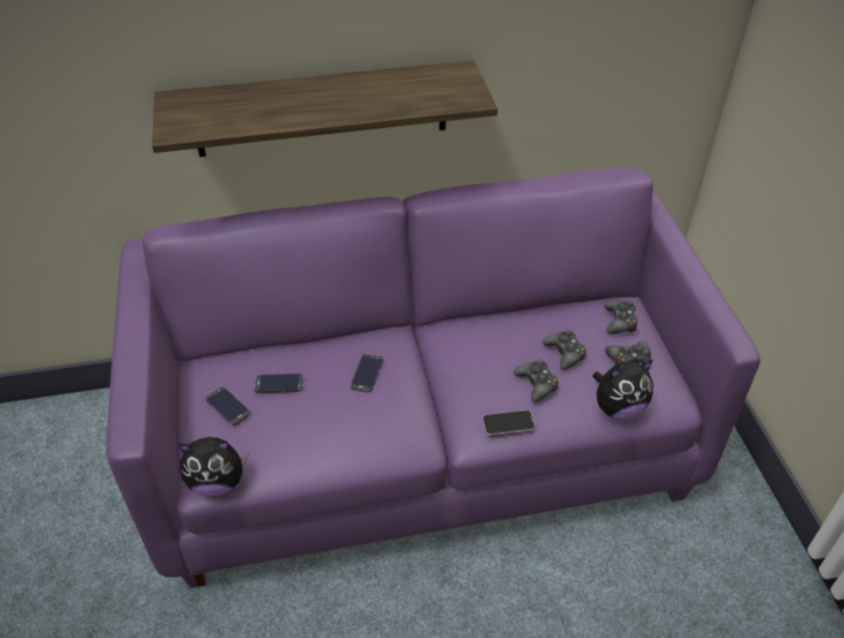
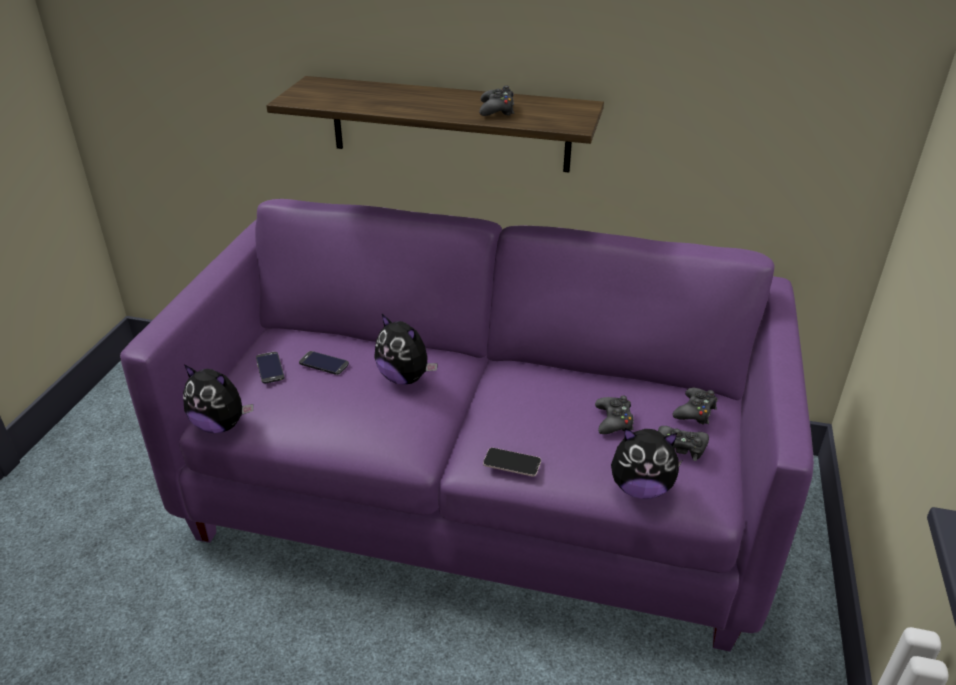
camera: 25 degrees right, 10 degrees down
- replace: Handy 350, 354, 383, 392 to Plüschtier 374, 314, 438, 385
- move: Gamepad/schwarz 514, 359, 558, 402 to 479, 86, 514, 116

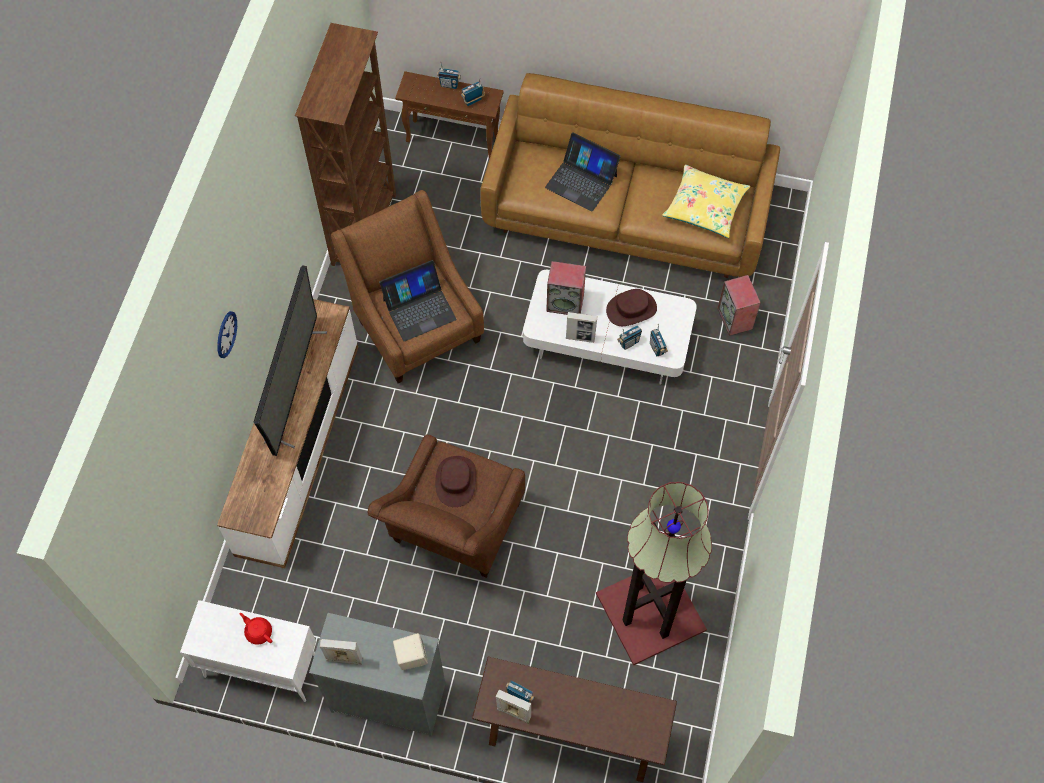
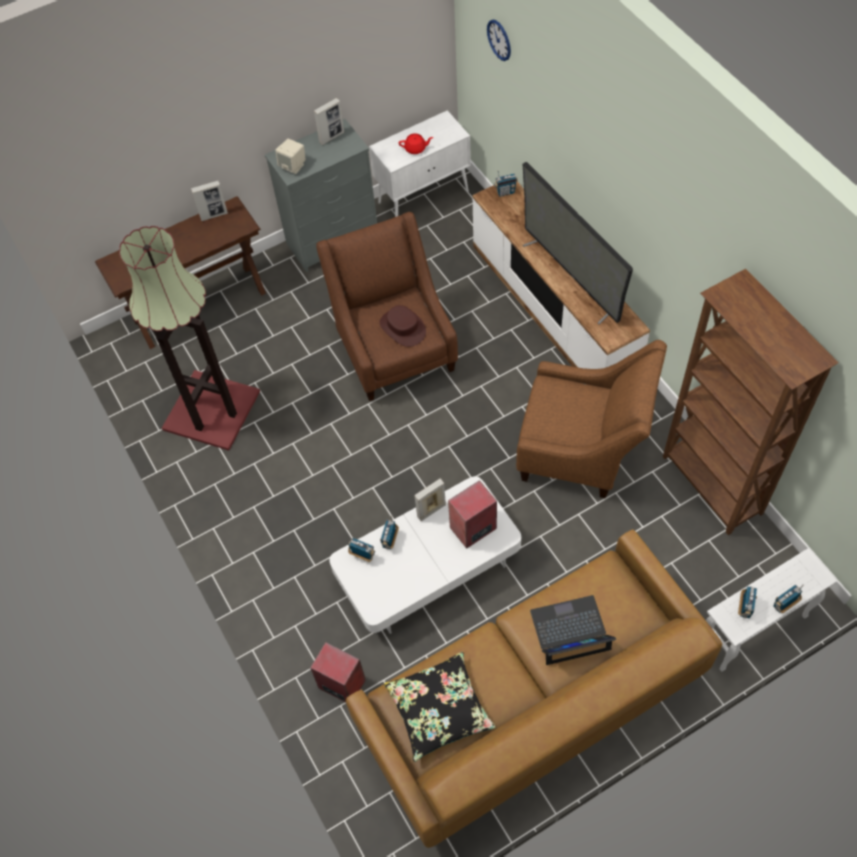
camera: 140 degrees right, 5 degrees down
- recolor: Beistelltisch/braun 395, 71, 504, 158 to Beistelltisch/weiß 706, 548, 837, 672
- recolor: Kissen/gelb 662, 165, 750, 238 to Kissen/schwarz 384, 652, 495, 762
- delete: Laptop 379, 260, 457, 341
- delete: Hut/braun 606, 289, 657, 326
- move: Wanduhr 217, 311, 237, 358 to 487, 20, 511, 61
- move: Radio 505, 680, 534, 703 to 494, 170, 518, 197

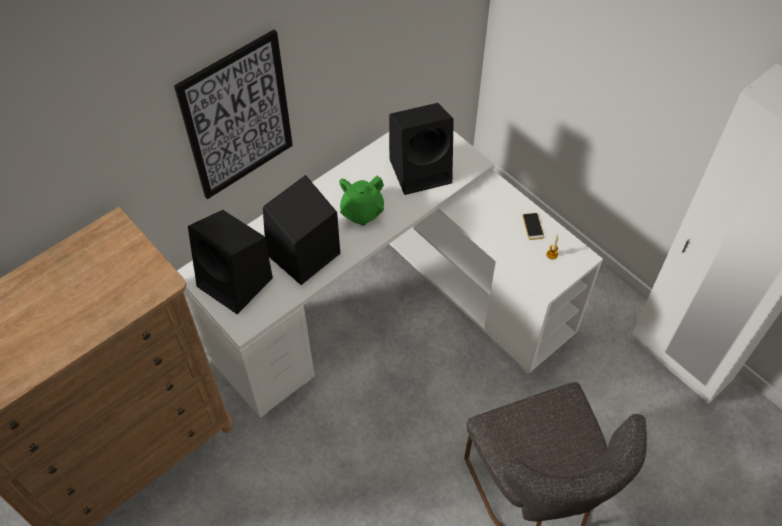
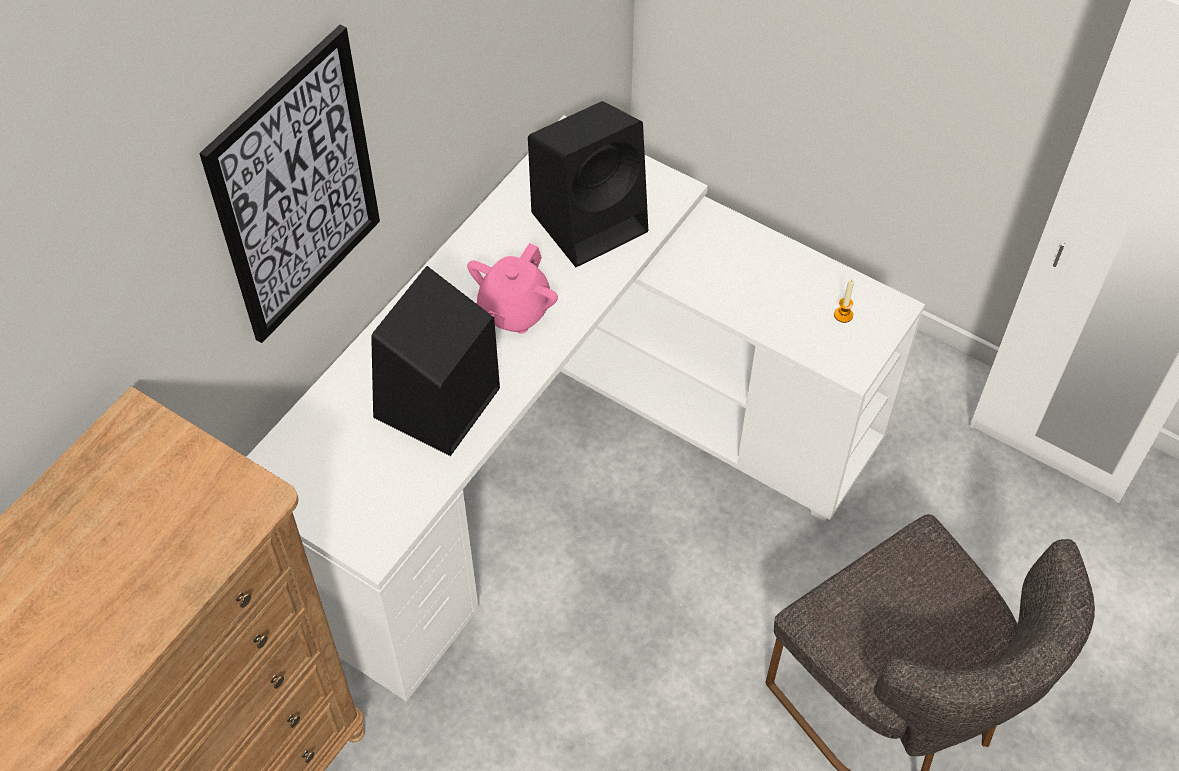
camera: 15 degrees left, 0 degrees up
- recolor: Teekanne/grün 339, 175, 384, 226 to Teekanne/rosa 467, 243, 558, 334
- delete: Lautsprecher/schwarz 188, 210, 273, 314
- delete: Handy 522, 213, 544, 240

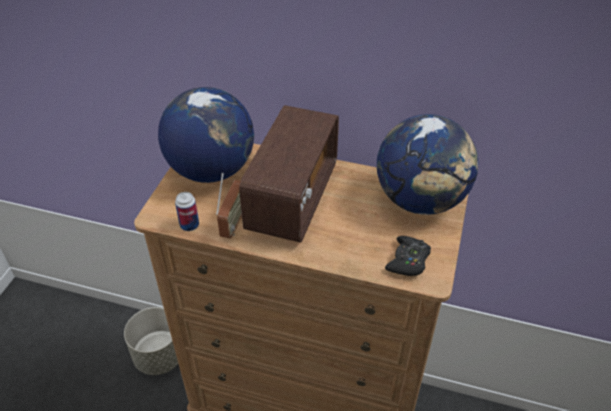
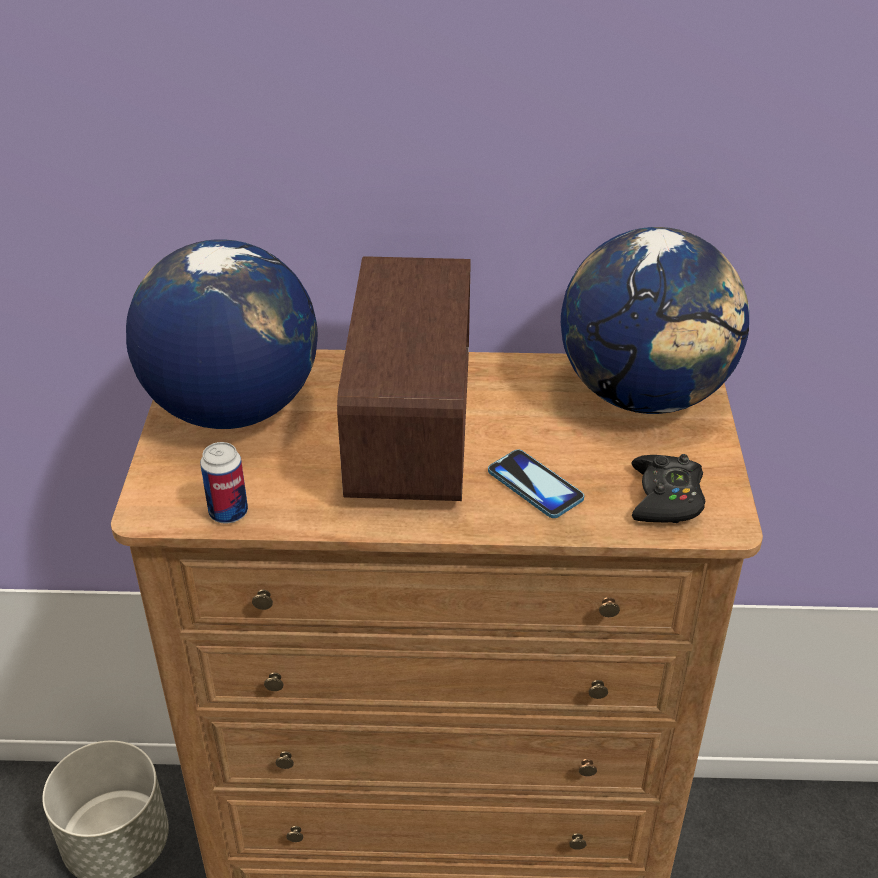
camera: 15 degrees left, 5 degrees down
- delete: Radio 216, 173, 242, 238
- insert: Handy 488, 450, 584, 518

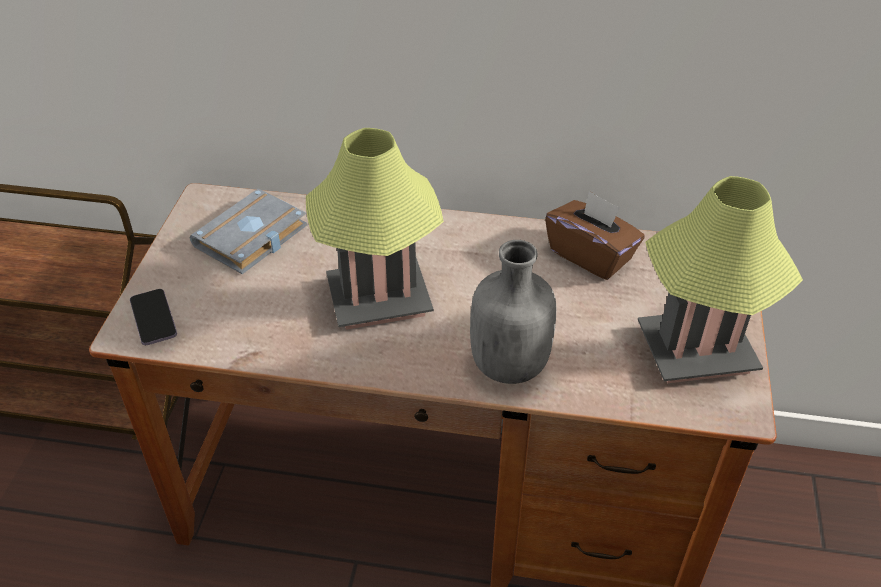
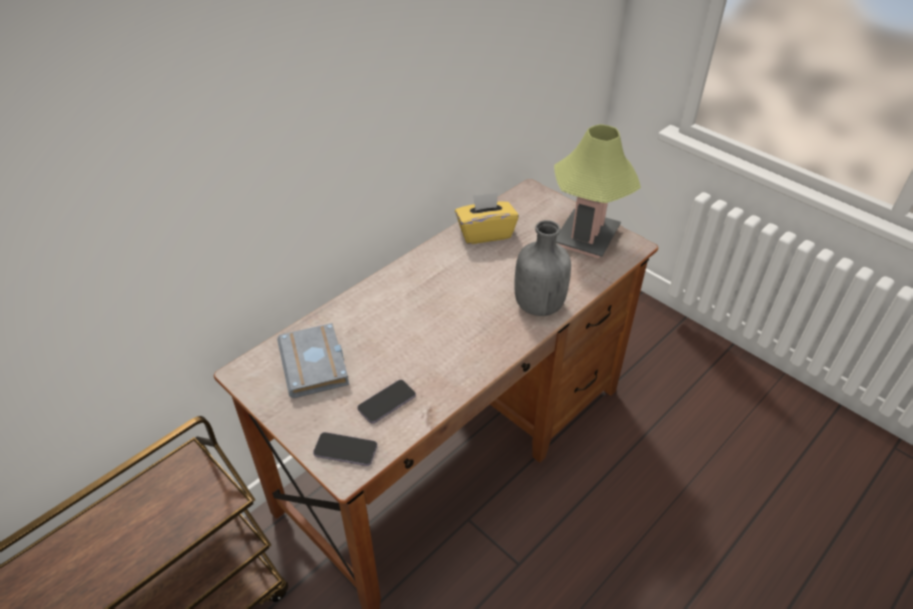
camera: 55 degrees left, 0 degrees up
- delete: Tischlampe 306, 128, 444, 330
- recolor: Taschentuchbox/braun 545, 191, 645, 280 to Taschentuchbox/gelb 455, 192, 519, 244
- insert: Handy 357, 380, 416, 424

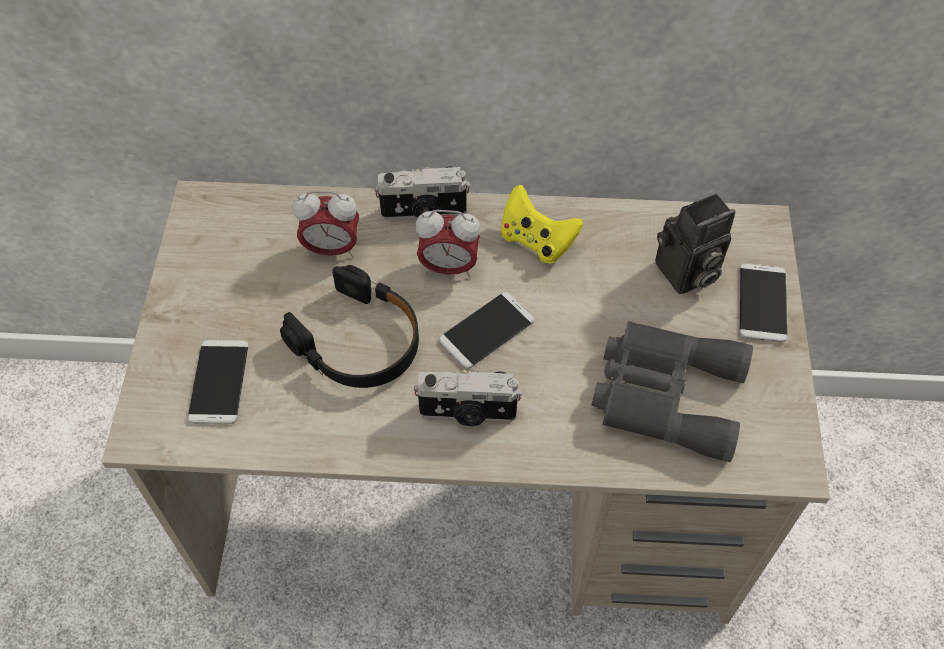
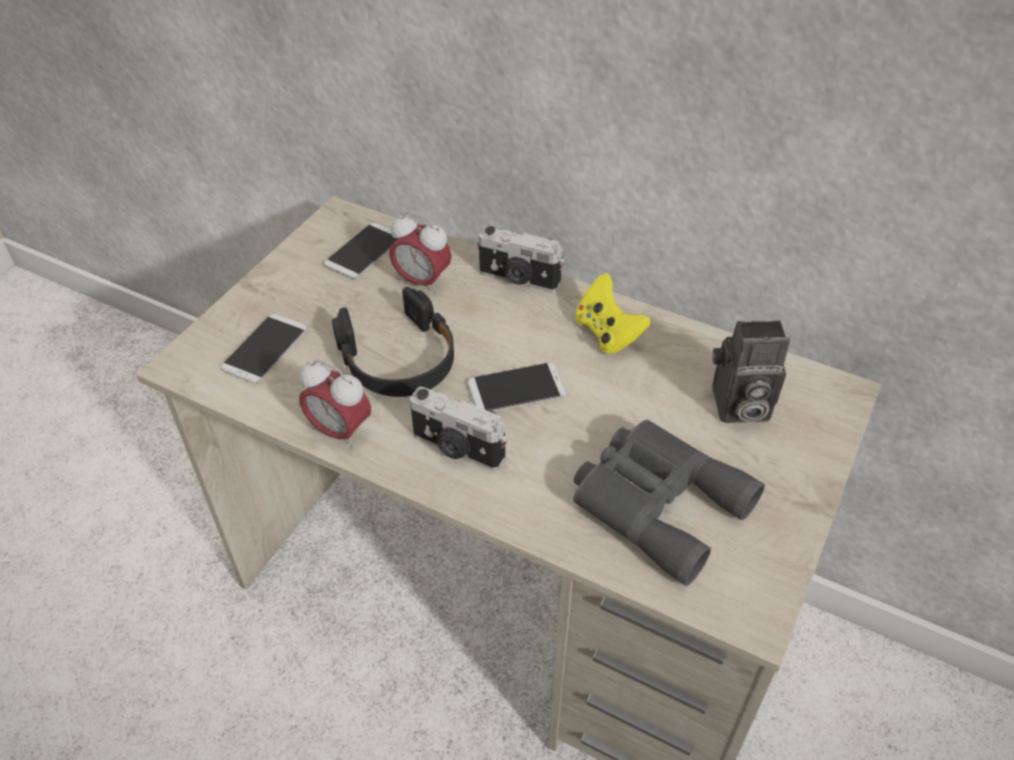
camera: 25 degrees right, 10 degrees down
- move: Wecker 415, 210, 480, 278 to 299, 359, 371, 448
- move: Handy 739, 263, 787, 342 to 324, 223, 398, 279

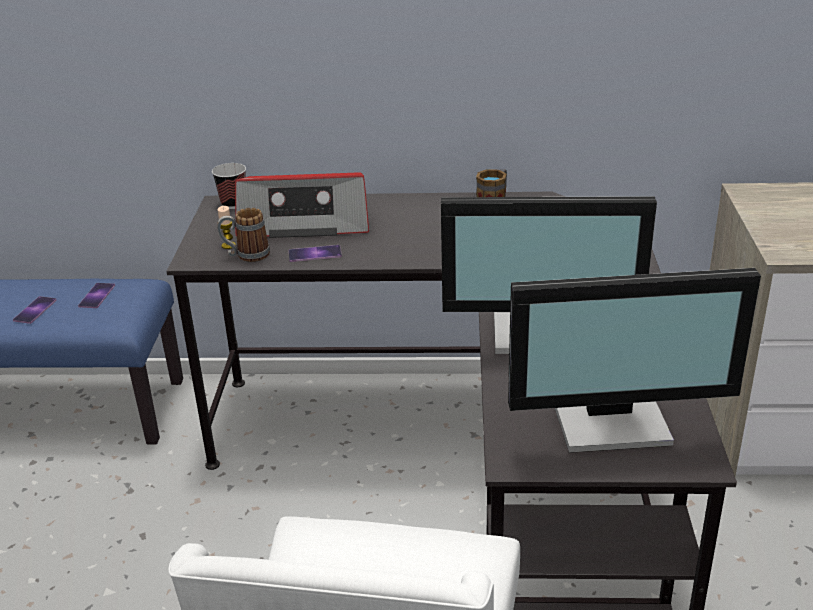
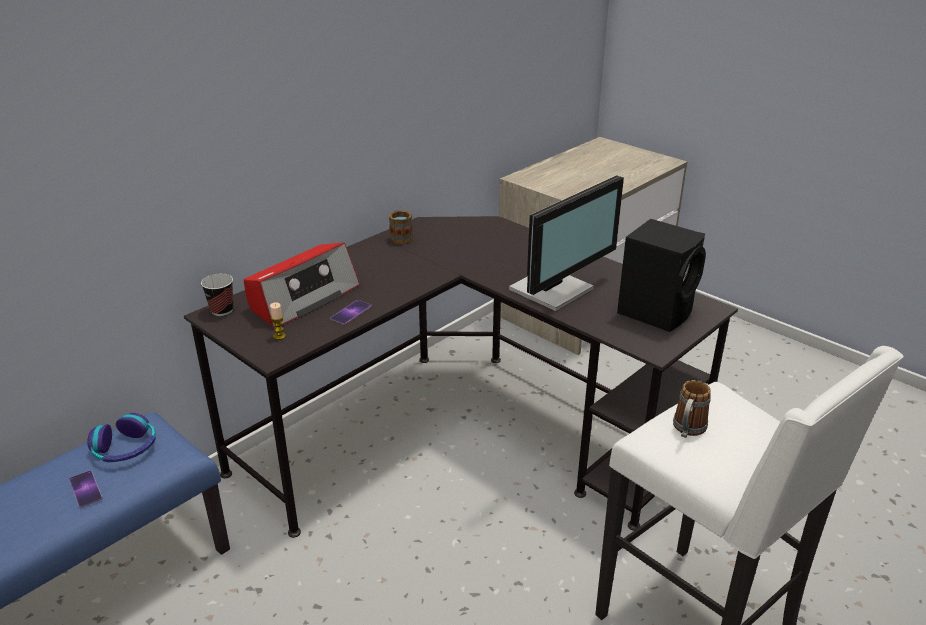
camera: 50 degrees left, 0 degrees up
- move: Henkelbecher 217, 208, 270, 262 to 673, 380, 711, 438
- replace: Monitor 508, 268, 761, 453 to Lautsprecher/schwarz 617, 219, 706, 332
- replace: Handy 78, 283, 115, 308 to Kopfhörer 87, 413, 156, 462

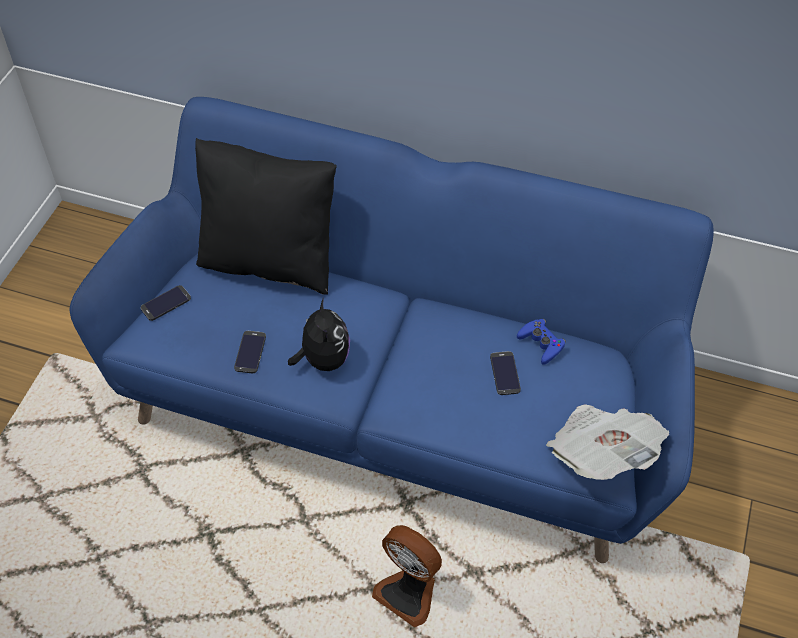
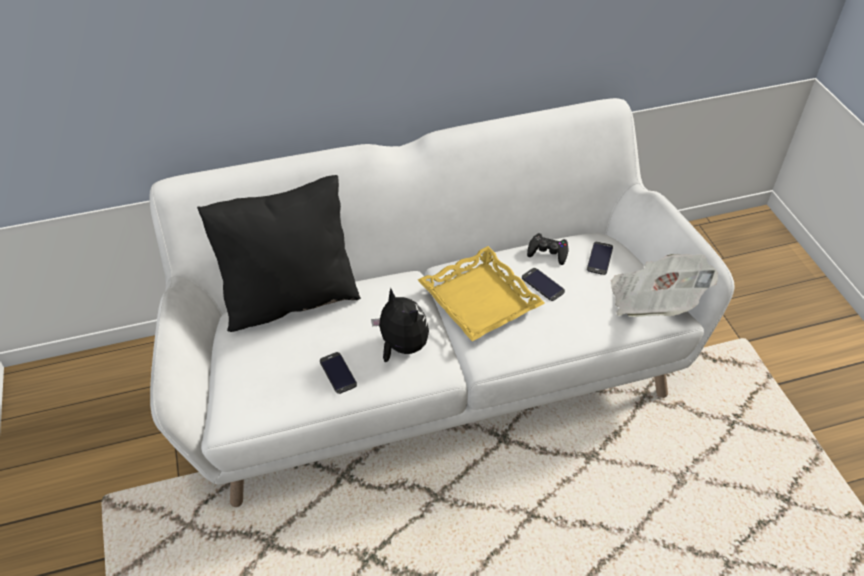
camera: 35 degrees left, 5 degrees down
- recolor: Sofa/blau 69, 97, 714, 563 to Sofa/weiß 149, 98, 735, 507
- move: Handy 141, 285, 191, 321 to 587, 242, 613, 275
- recolor: Gamepad/blau 517, 319, 566, 365 to Gamepad/schwarz 527, 233, 569, 265
- delete: Ventilator 372, 525, 442, 628
- insert: Tablett/gelb 418, 246, 545, 341

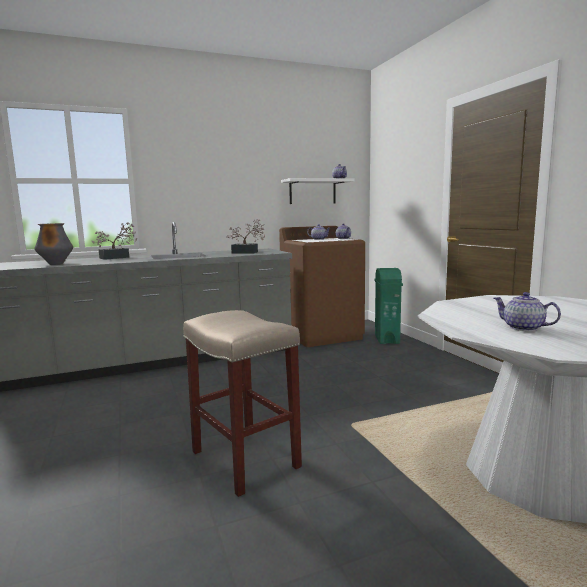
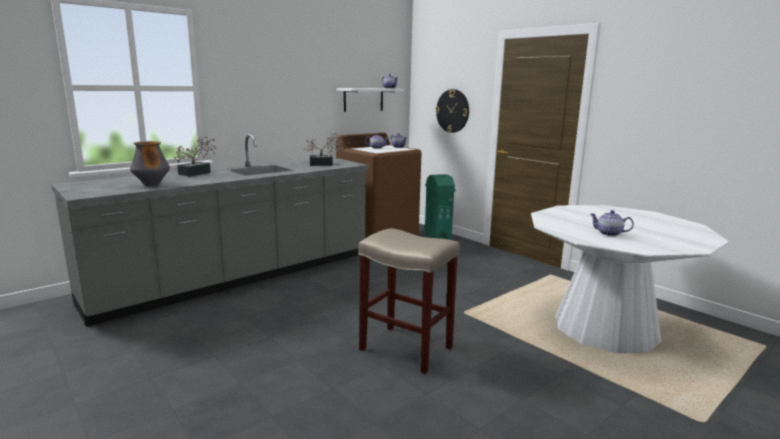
camera: 20 degrees left, 5 degrees up
- insert: Wanduhr 435, 89, 469, 133

